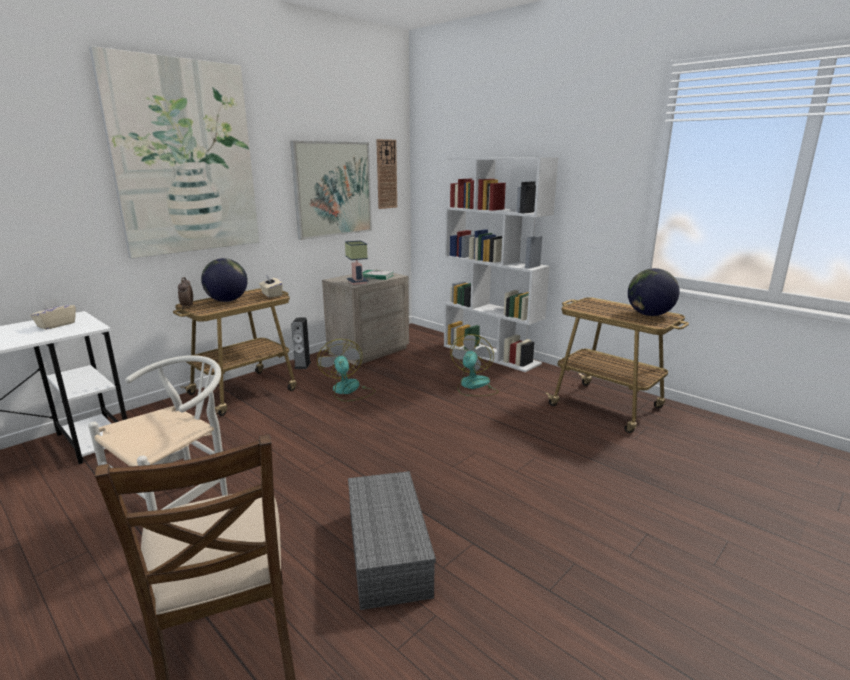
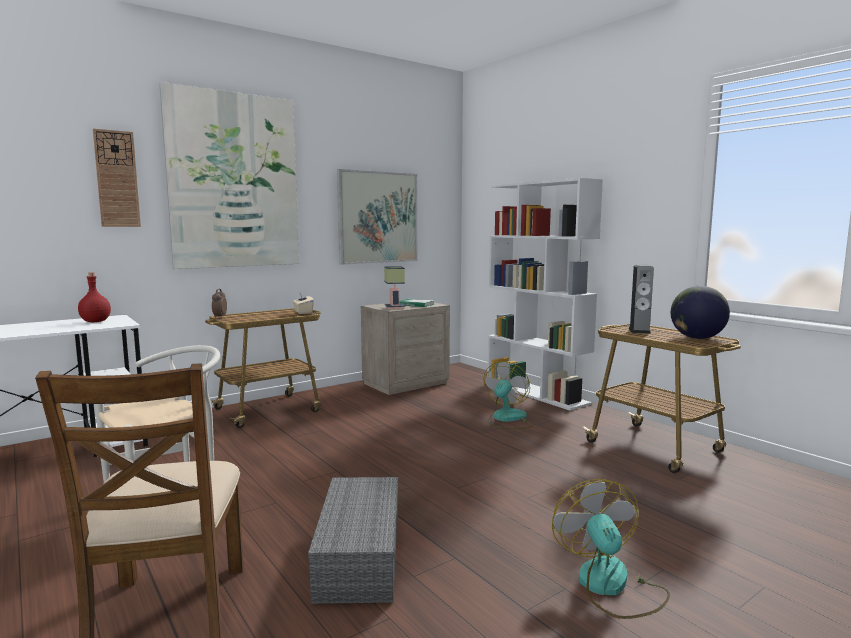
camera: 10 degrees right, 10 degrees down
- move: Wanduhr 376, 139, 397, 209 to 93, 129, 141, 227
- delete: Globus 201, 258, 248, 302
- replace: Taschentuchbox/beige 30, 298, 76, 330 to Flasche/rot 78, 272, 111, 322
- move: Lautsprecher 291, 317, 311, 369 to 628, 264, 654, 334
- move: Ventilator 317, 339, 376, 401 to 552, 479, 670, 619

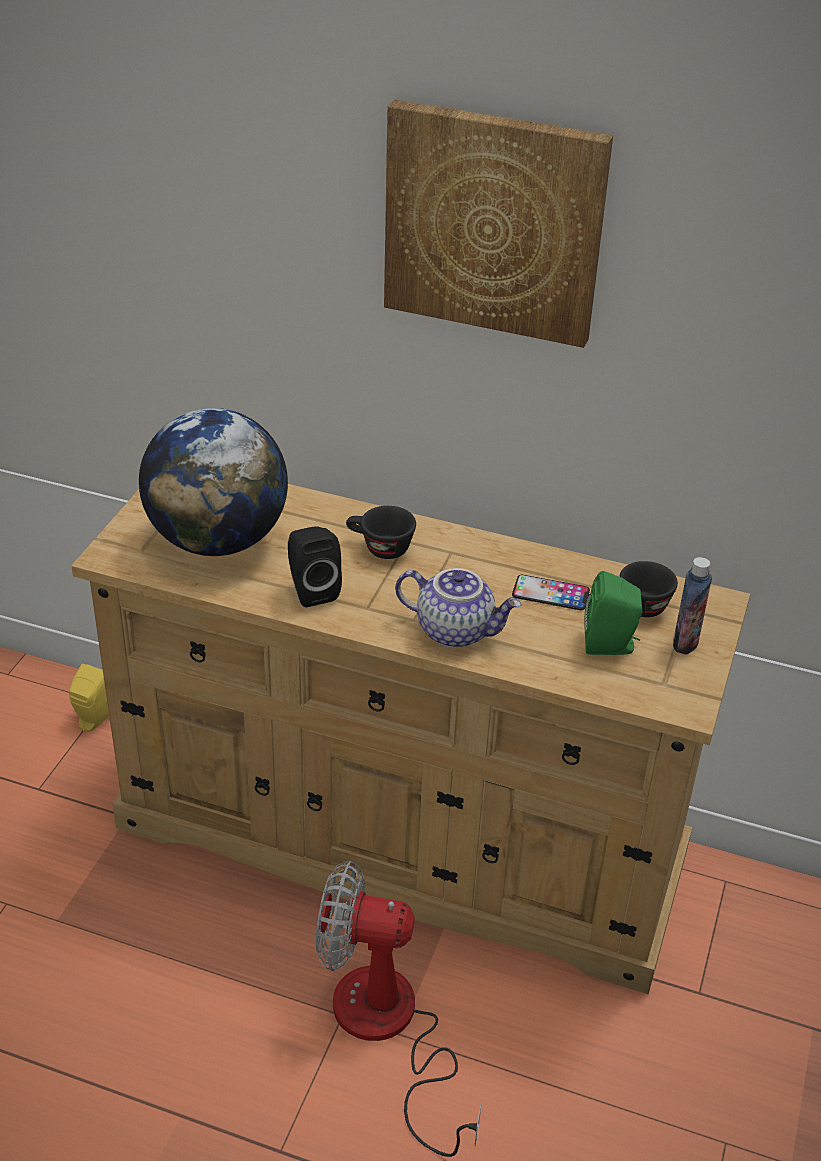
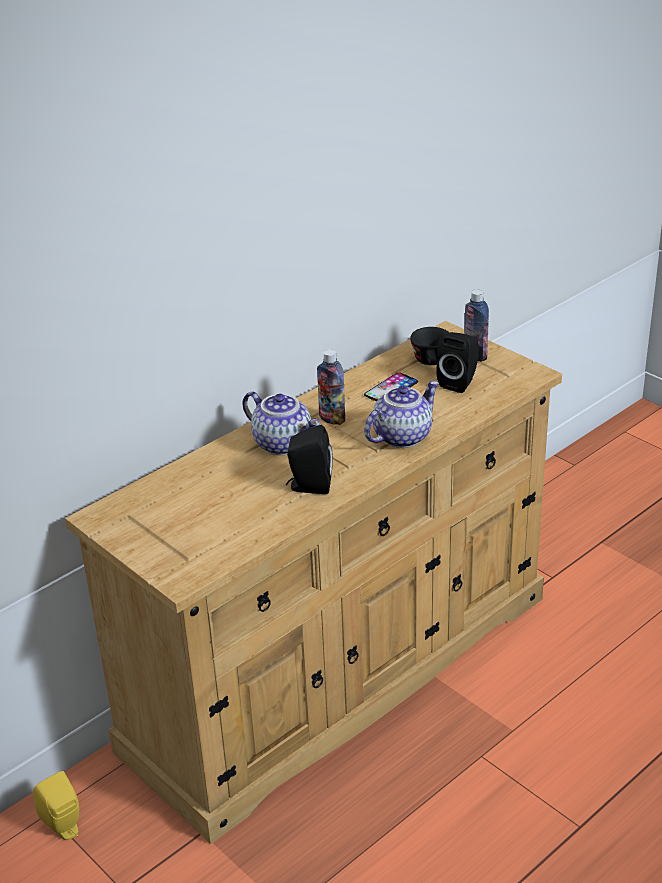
camera: 60 degrees left, 5 degrees down
- delete: Bild 384, 99, 613, 348
- delete: Globus 139, 408, 288, 556
- replace: Tasse/schwarz 346, 506, 416, 559 to Teekanne 242, 391, 320, 455
- recolor: Lautsprecher/grün 584, 571, 643, 655 to Lautsprecher/schwarz 436, 332, 479, 393
- delete: Ventilator 316, 861, 481, 1157
- insert: Flasche 317, 349, 345, 425

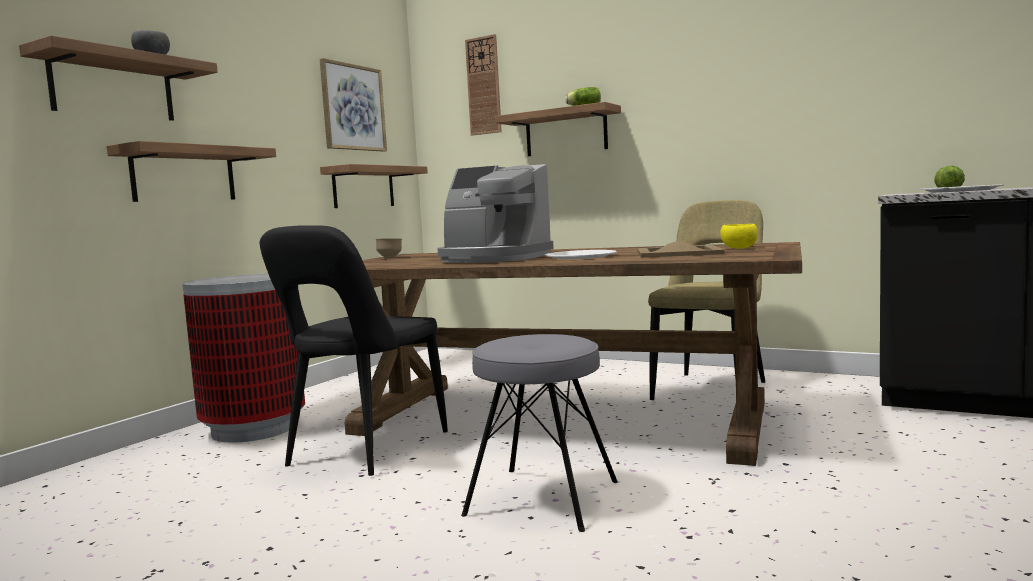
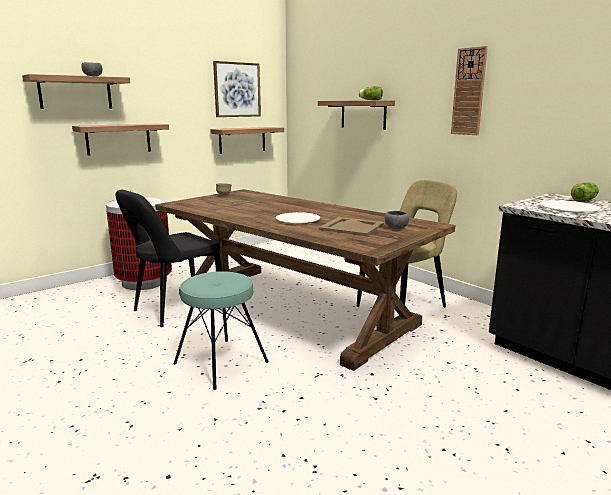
camera: 20 degrees right, 10 degrees up
- move: Wanduhr 465, 34, 502, 136 to 451, 46, 488, 135
- delete: Kaffeemaschine 437, 164, 554, 263
- recolor: Schüssel/gelb 720, 224, 758, 249 to Schüssel/grau 385, 211, 409, 229
- recolor: Hocker/grau 461, 334, 618, 532 to Hocker/türkis 173, 271, 269, 390

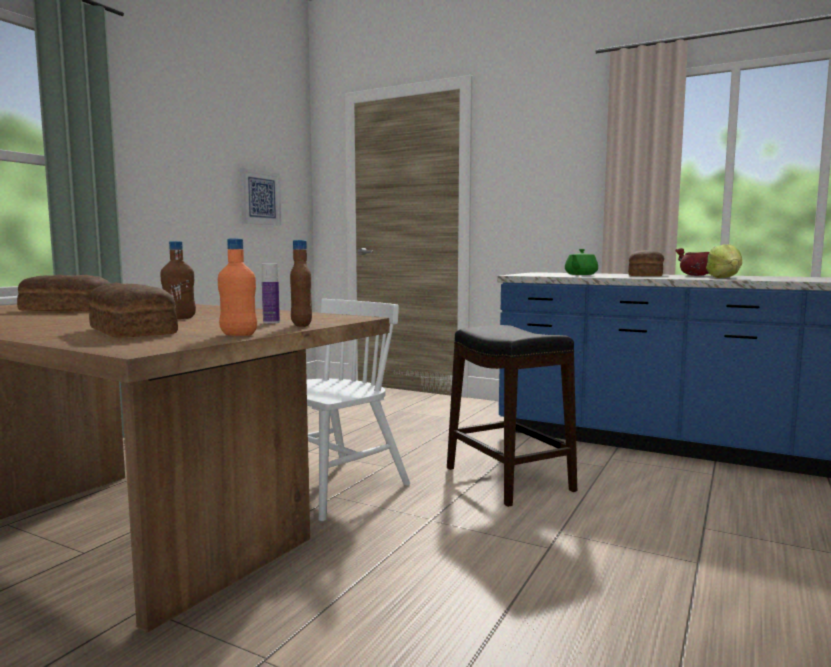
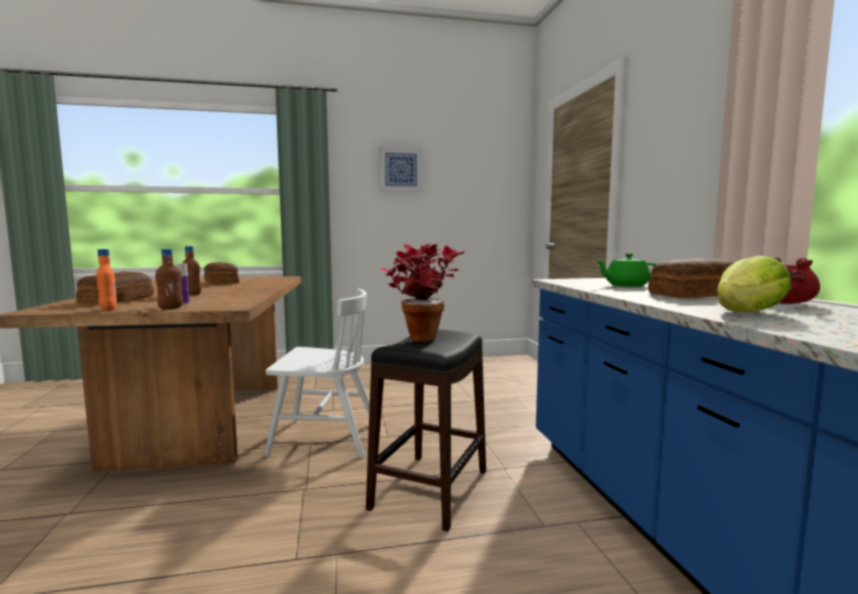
camera: 50 degrees right, 0 degrees up
- move: Bild 240, 168, 281, 225 to 379, 146, 423, 192
- insert: Topfpflanze 380, 244, 465, 342

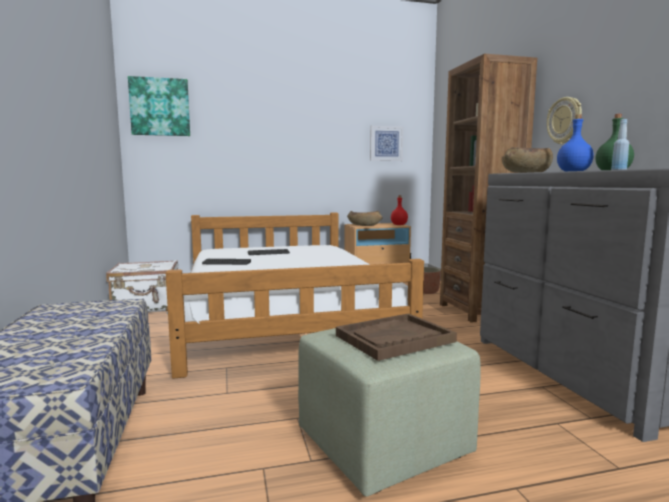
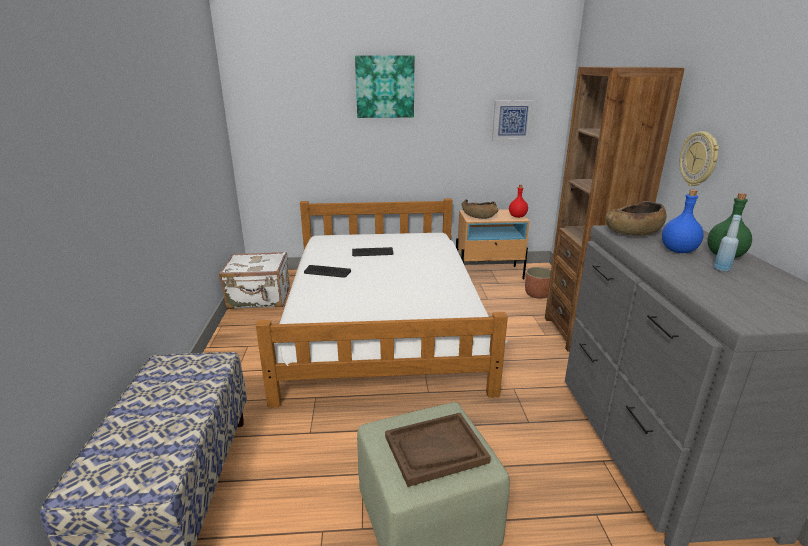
camera: 10 degrees right, 15 degrees up
- move: Bild 128, 76, 190, 136 to 355, 55, 414, 118

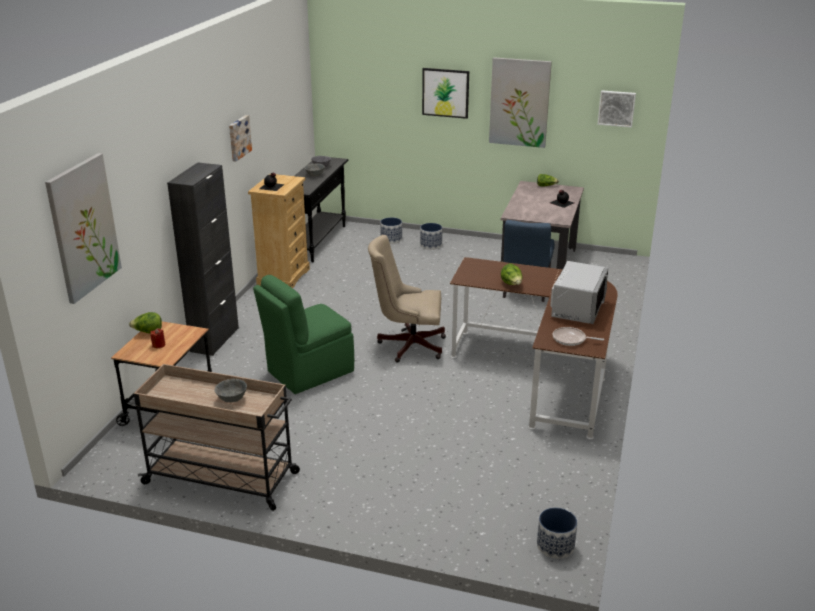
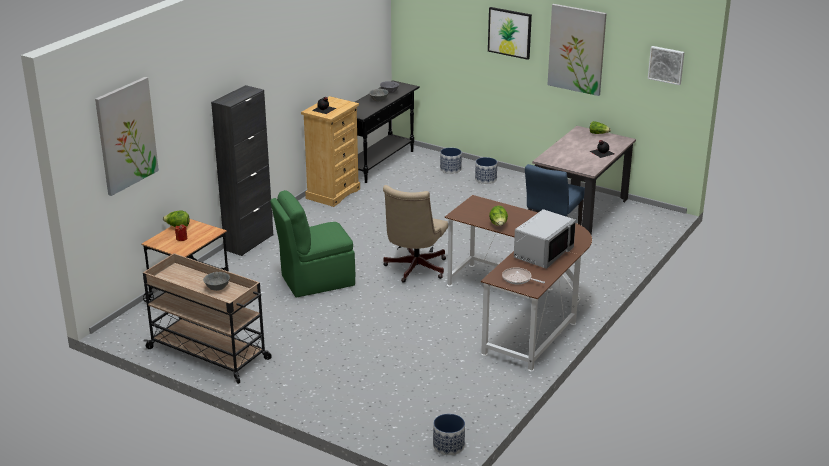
camera: 15 degrees right, 0 degrees up
- delete: Bild 229, 115, 252, 161
- rotate: Bürostuhl/beige 368, 235, 446, 363 = 383, 185, 448, 283 90 degrees counterclockwise

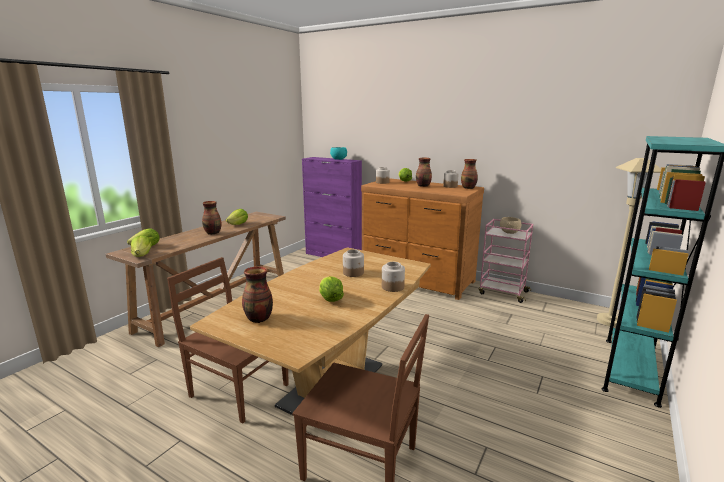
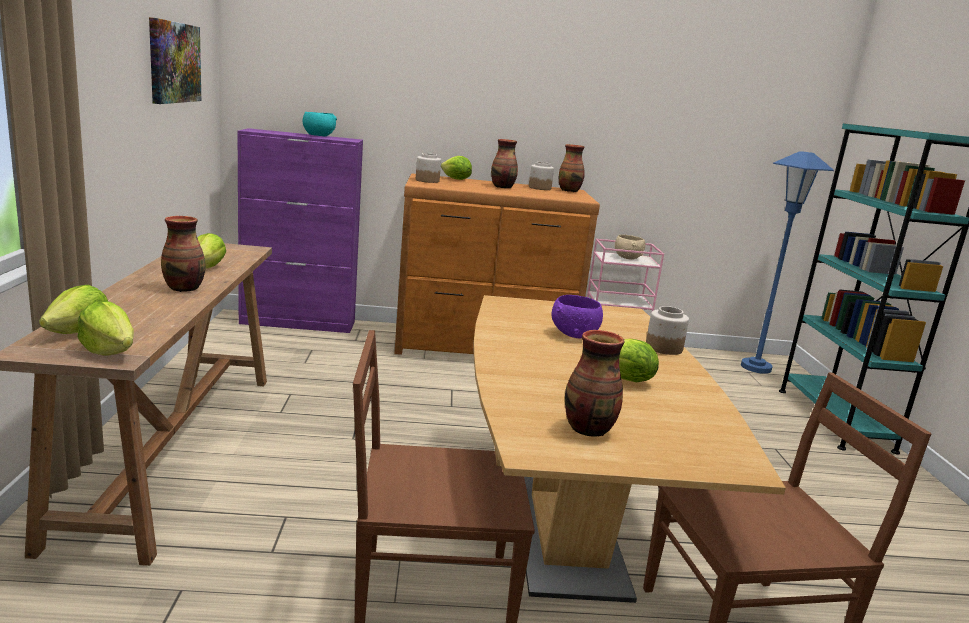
camera: 35 degrees left, 0 degrees up
- recolor: Stehlampe/beige 597, 158, 661, 327 to Stehlampe/blau 741, 151, 834, 374
- replace: Vorratsglas 343, 249, 364, 277 to Schüssel/lila 551, 295, 603, 338
- insert: Bild 149, 17, 201, 104

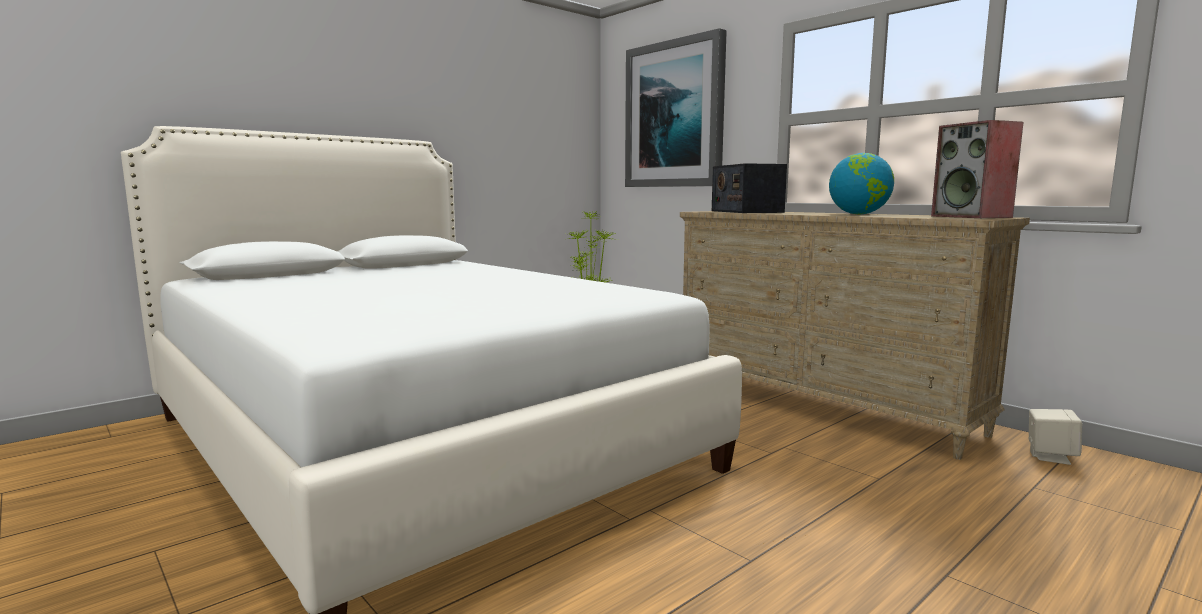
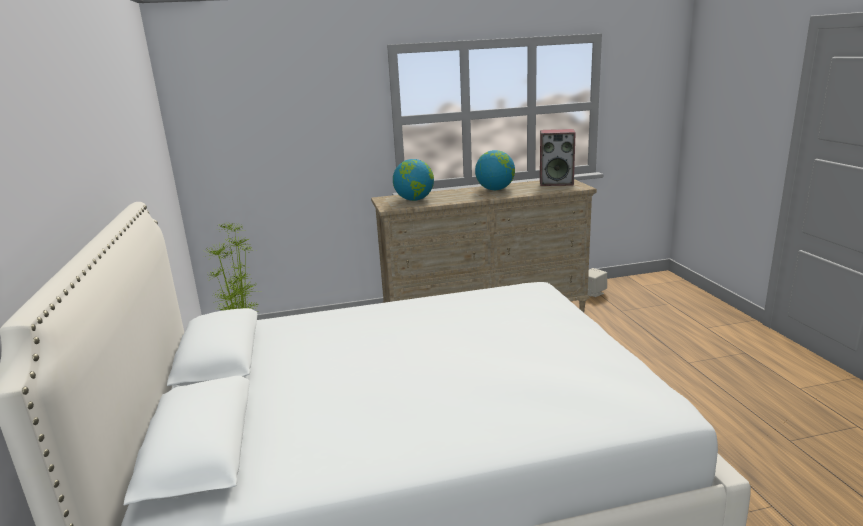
camera: 60 degrees left, 10 degrees up
- delete: Bild 625, 28, 727, 187
- replace: Radio 712, 163, 787, 213 to Globus 393, 159, 434, 201

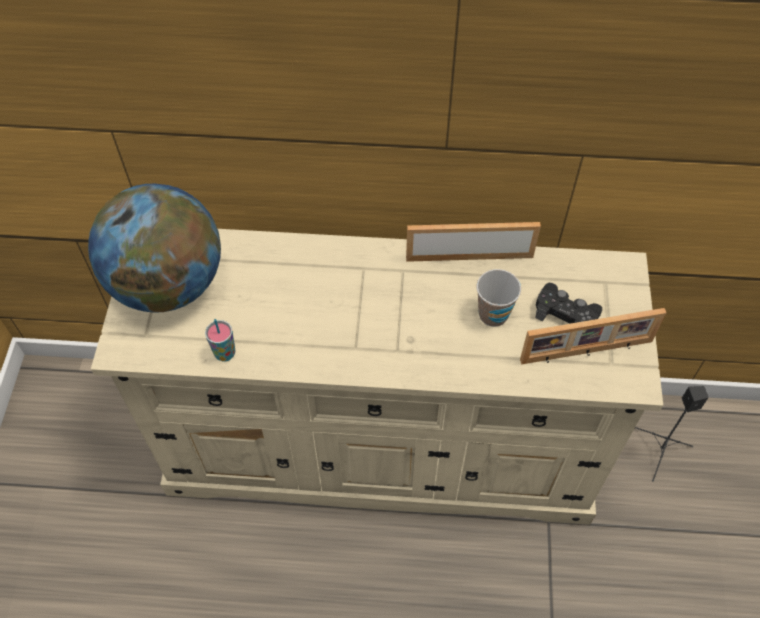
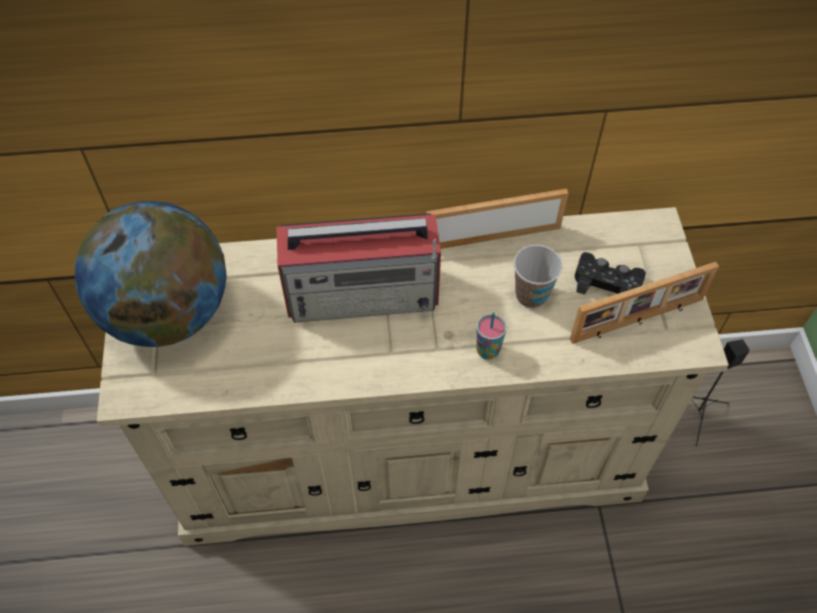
camera: 10 degrees left, 0 degrees up
- move: Tasse 205, 319, 235, 361 to 476, 312, 507, 360
- insert: Radio 277, 214, 441, 323

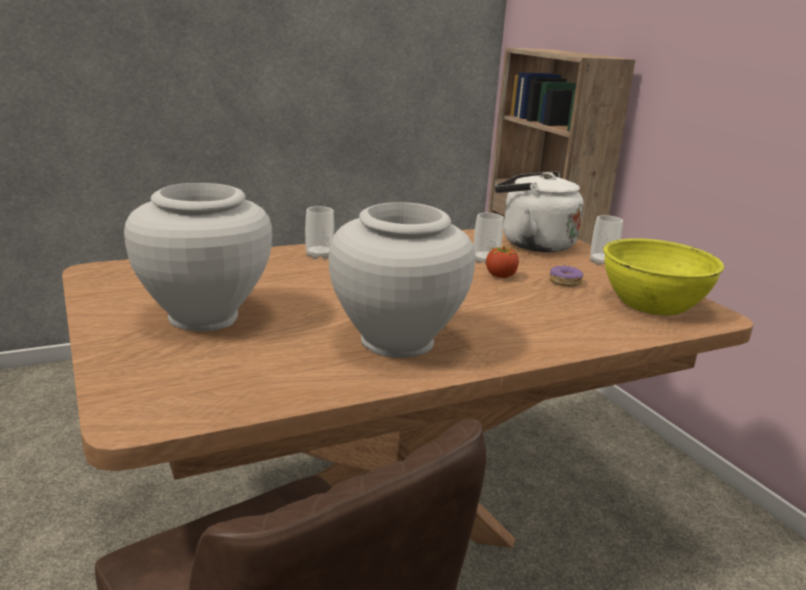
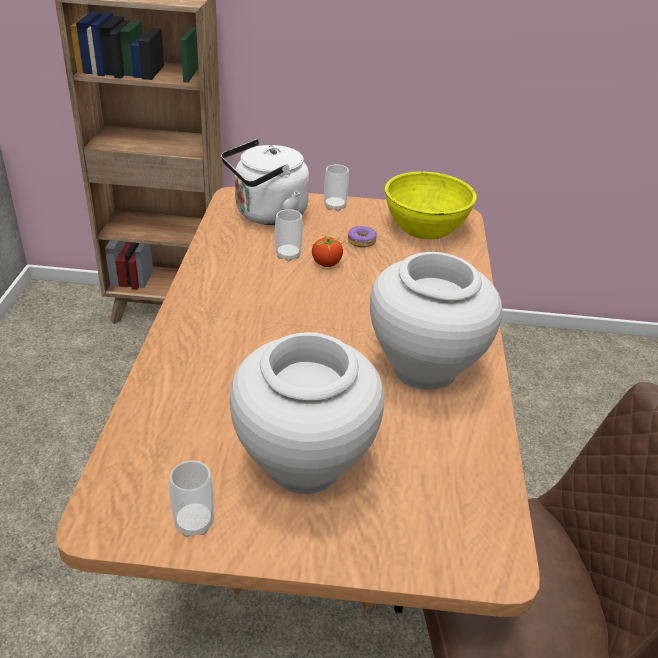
camera: 60 degrees left, 15 degrees up
- move: Tasse 305, 206, 334, 260 to 169, 460, 214, 537

